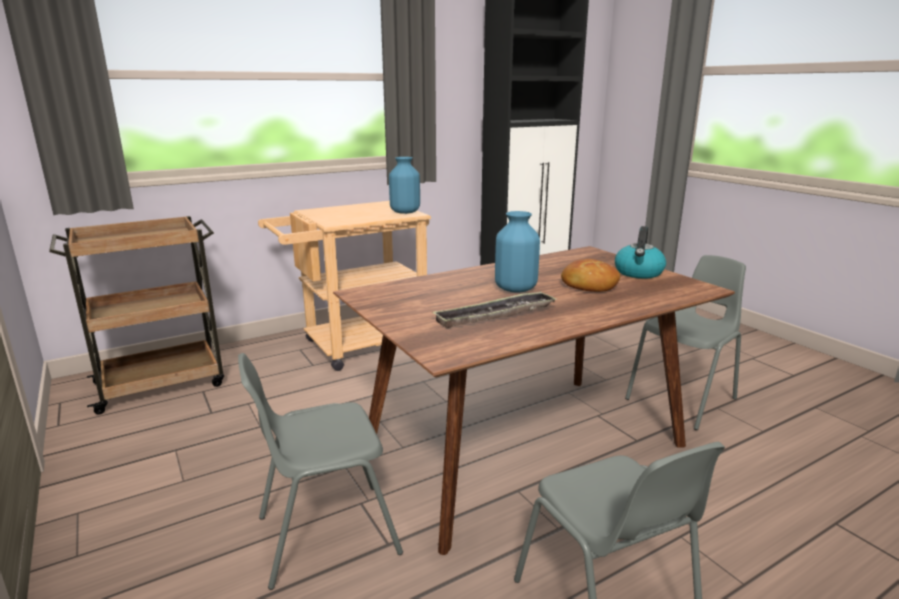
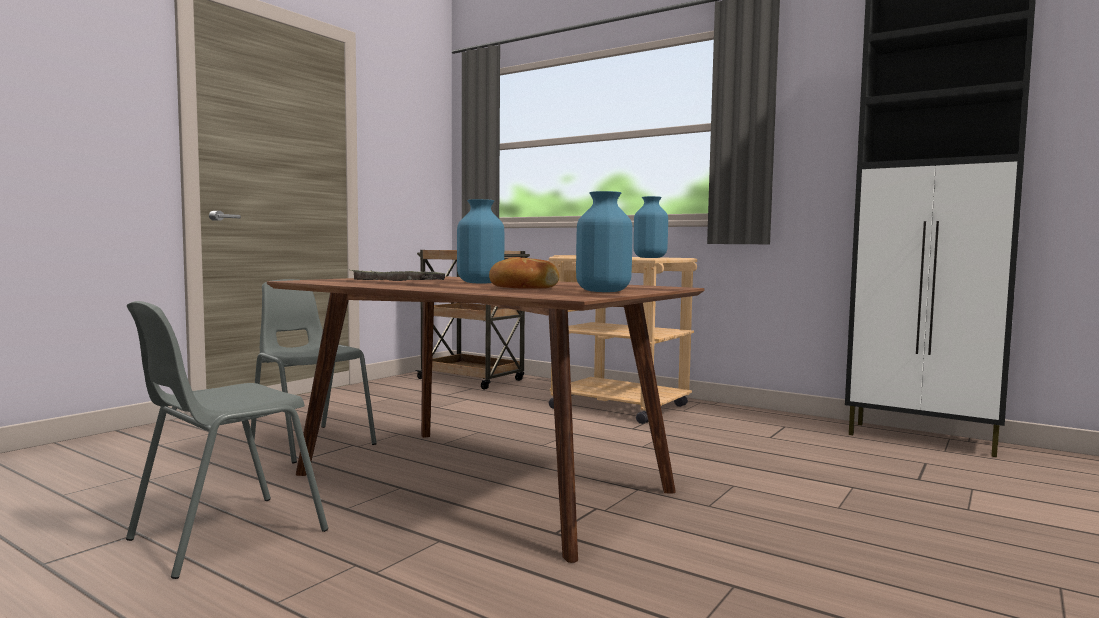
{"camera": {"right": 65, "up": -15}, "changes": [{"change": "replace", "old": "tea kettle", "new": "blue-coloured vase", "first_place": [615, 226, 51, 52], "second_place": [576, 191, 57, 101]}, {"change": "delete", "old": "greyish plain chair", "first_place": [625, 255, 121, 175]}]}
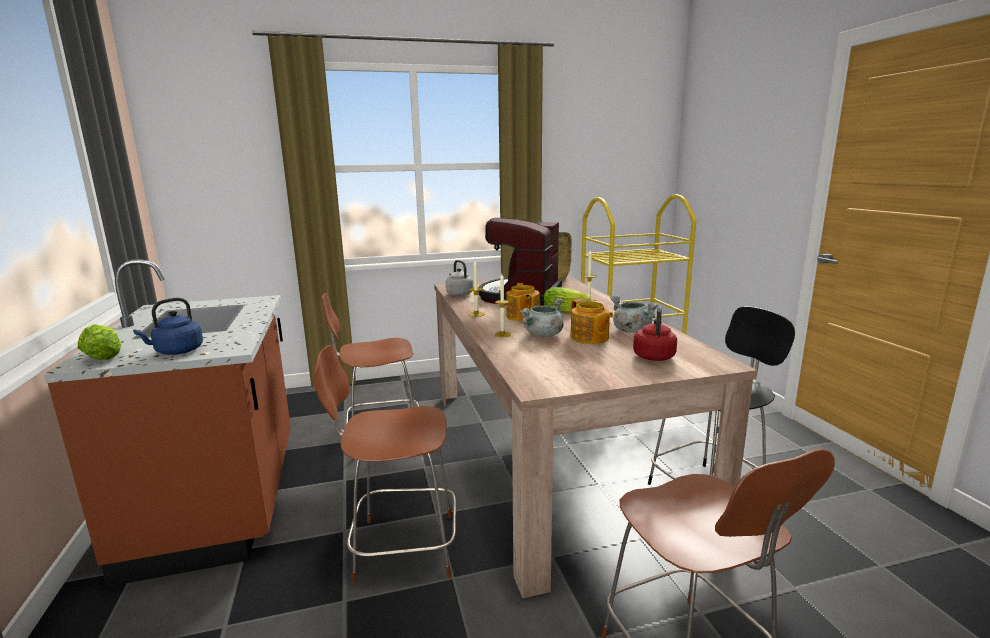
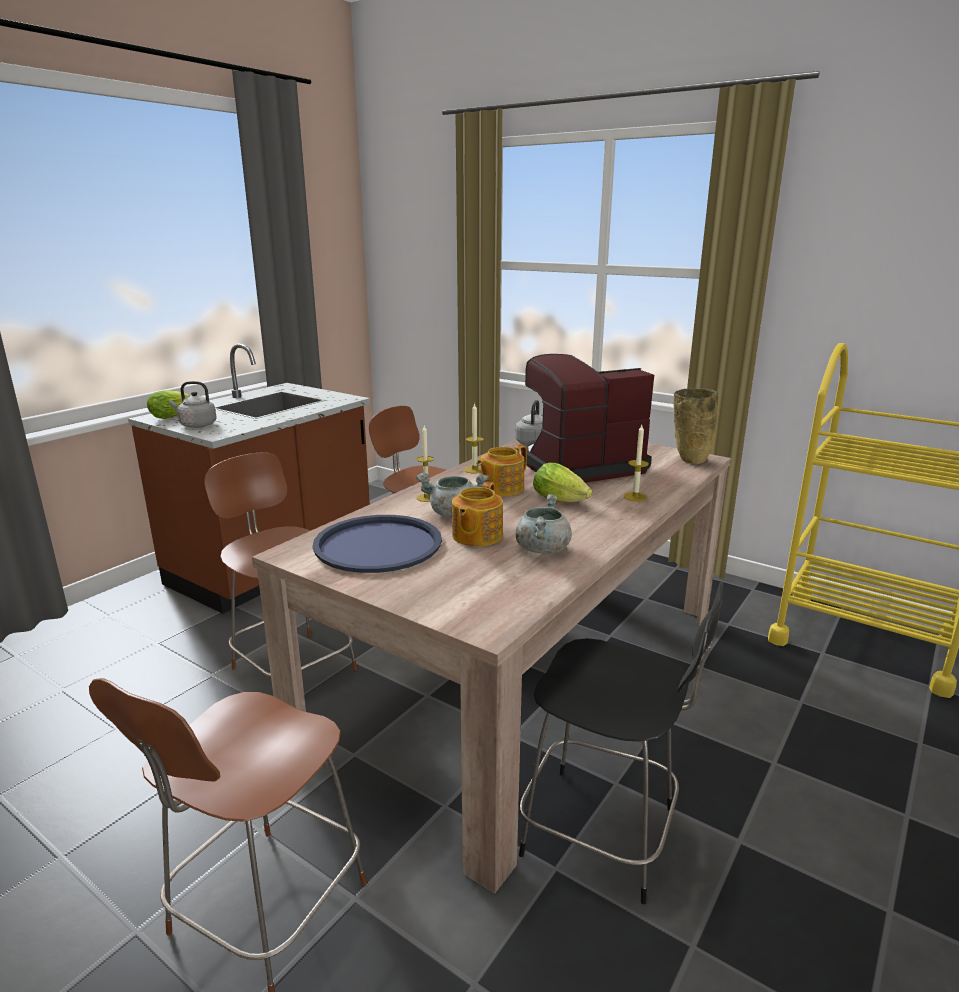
{"camera": {"right": 50, "up": 5}, "changes": [{"change": "recolor", "old": "blue-coloured tea kettle", "new": "greyish tea kettle", "first_place": [133, 298, 70, 57], "second_place": [169, 381, 48, 47]}, {"change": "delete", "old": "red tea kettle", "first_place": [633, 306, 44, 55]}, {"change": "insert", "new": "blue-coloured carrying tray", "second_place": [312, 515, 130, 58]}]}
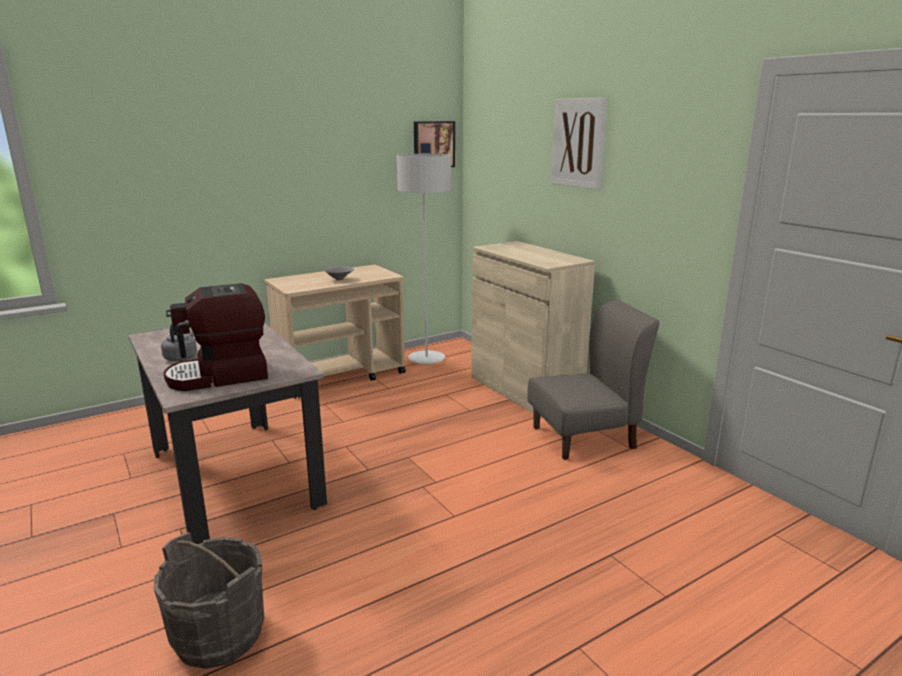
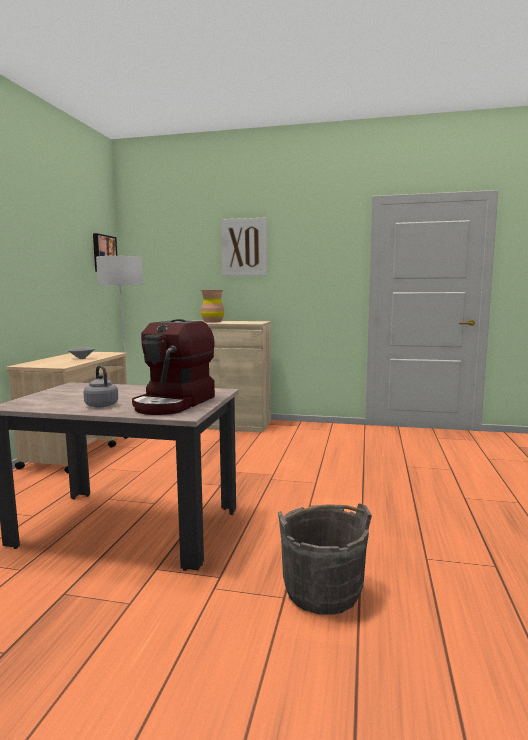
{"camera": {"right": -45, "up": -10}, "changes": [{"change": "delete", "old": "greyish plain chair", "first_place": [527, 300, 132, 160]}, {"change": "insert", "new": "brown-coloured vase", "second_place": [201, 290, 23, 33]}]}
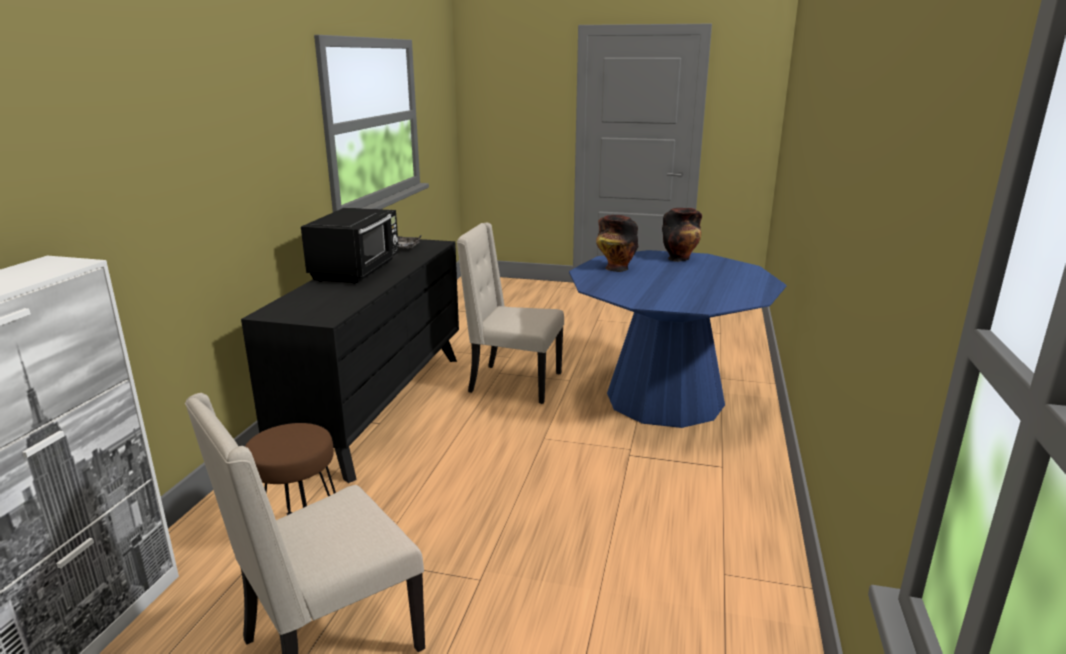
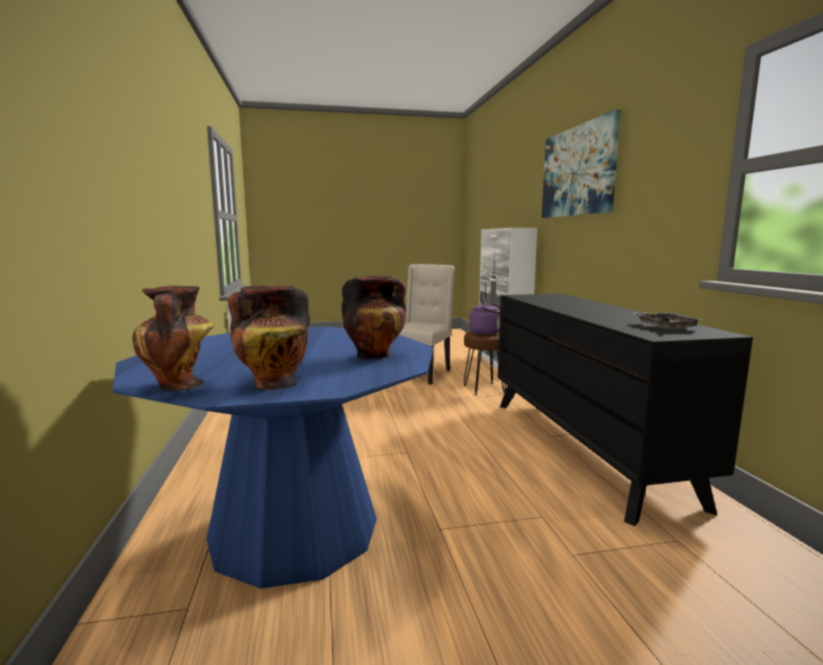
{"camera": {"right": 155, "up": -10}, "changes": [{"change": "delete", "old": "black kitchen microwave", "first_place": [301, 208, 98, 76]}, {"change": "delete", "old": "sand-coloured plain chair", "first_place": [457, 223, 107, 181]}, {"change": "insert", "new": "wall picture", "second_place": [542, 109, 79, 109]}, {"change": "insert", "new": "vase", "second_place": [132, 286, 82, 104]}, {"change": "insert", "new": "purple tea kettle", "second_place": [469, 303, 31, 32]}]}
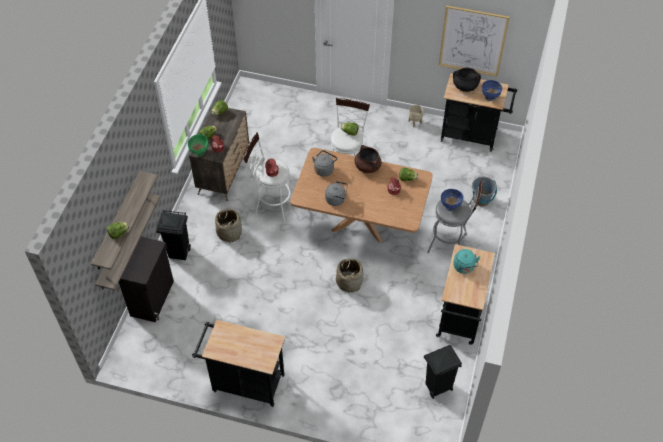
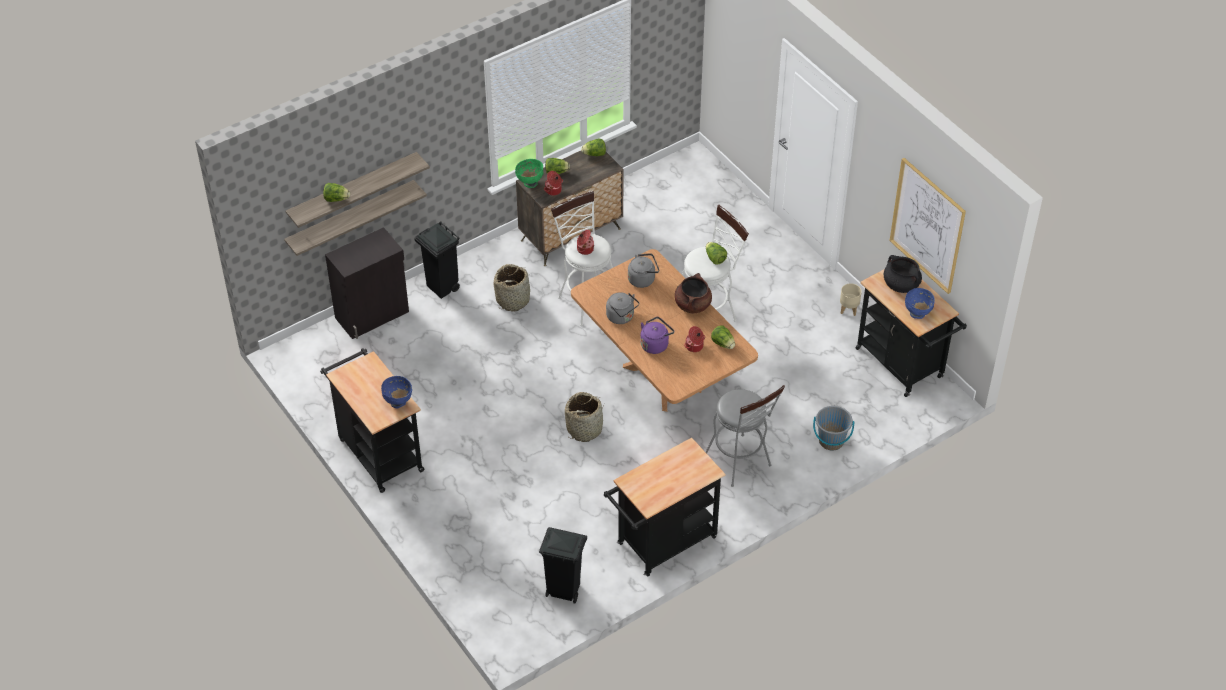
{"camera": {"right": 40, "up": -5}, "changes": [{"change": "move", "old": "blue-coloured deep dish", "first_place": [441, 189, 23, 22], "second_place": [381, 376, 31, 32]}, {"change": "delete", "old": "turquoise tea kettle", "first_place": [453, 249, 27, 25]}, {"change": "insert", "new": "purple tea kettle", "second_place": [640, 317, 34, 37]}]}
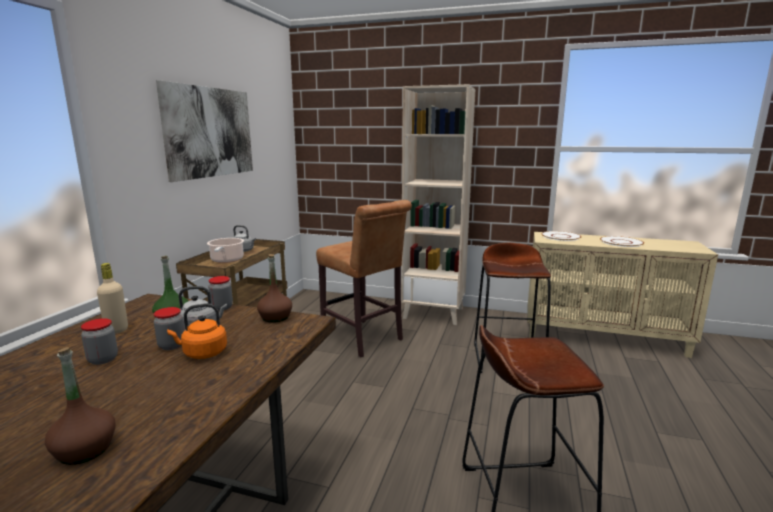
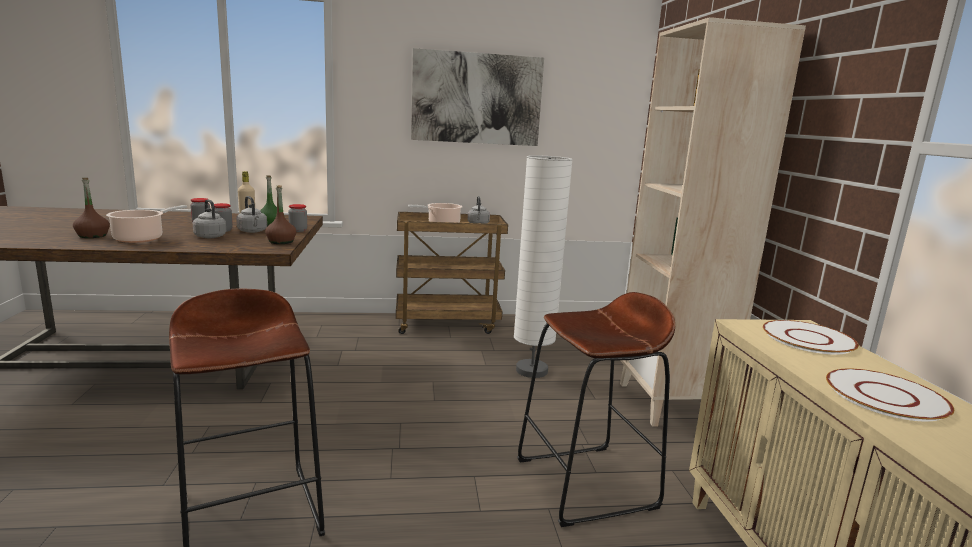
{"camera": {"right": 65, "up": 0}, "changes": [{"change": "replace", "old": "brown-coloured sitting stool", "new": "white-coloured floor lamp", "first_place": [316, 200, 96, 157], "second_place": [514, 155, 59, 223]}, {"change": "recolor", "old": "orange-coloured tea kettle", "new": "greyish tea kettle", "first_place": [167, 304, 60, 55], "second_place": [193, 199, 33, 39]}, {"change": "insert", "new": "stockpot", "second_place": [106, 205, 81, 38]}]}
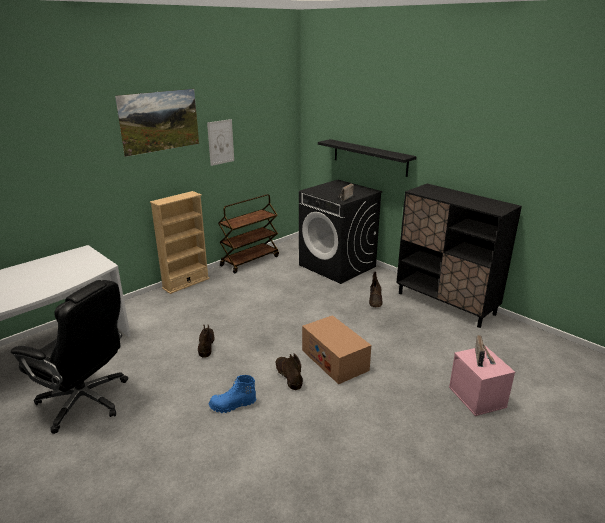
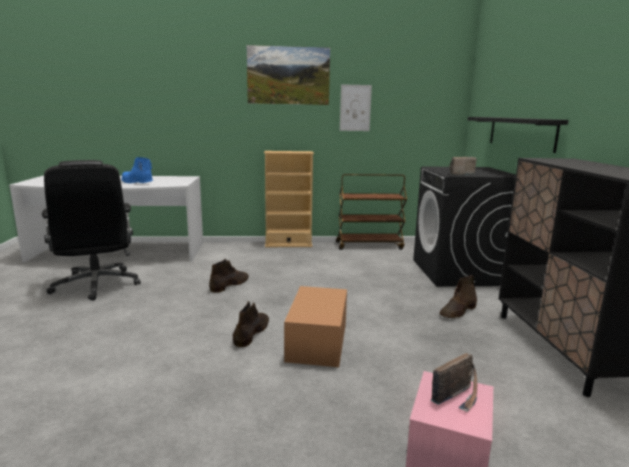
{"camera": {"right": 40, "up": -10}, "changes": [{"change": "move", "old": "blue-coloured tall boot", "first_place": [209, 375, 47, 38], "second_place": [121, 157, 32, 26]}]}
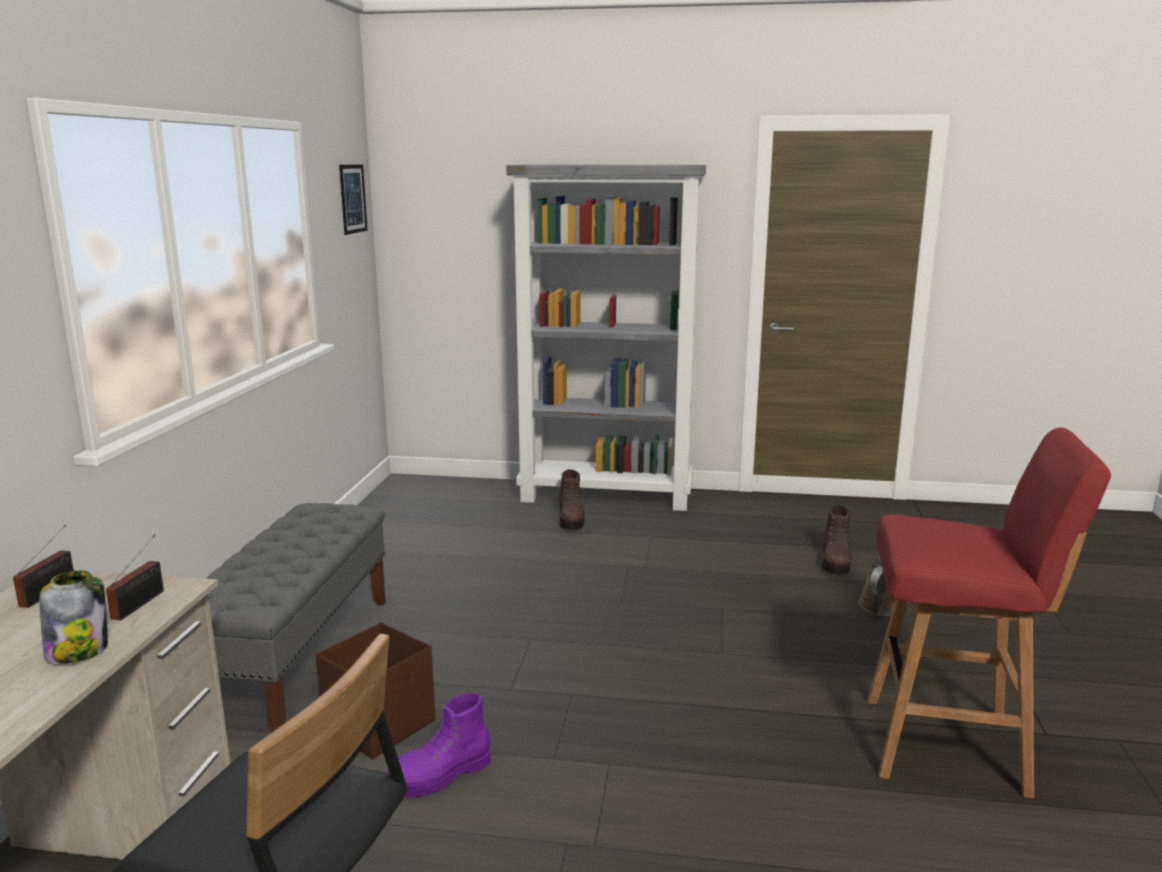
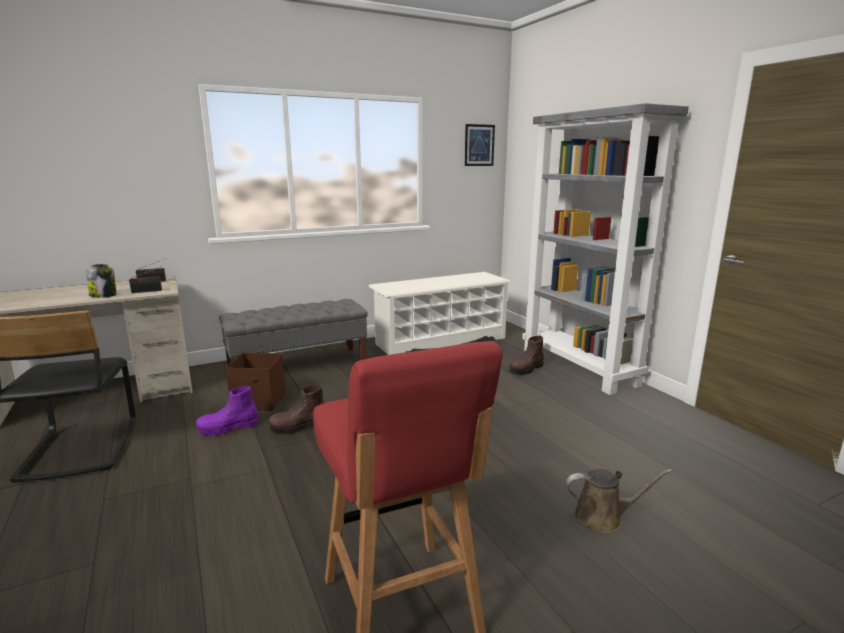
{"camera": {"right": 55, "up": 0}, "changes": [{"change": "move", "old": "brown-coloured tall boot", "first_place": [821, 505, 31, 69], "second_place": [268, 385, 56, 49]}, {"change": "rotate", "old": "purple tall boot", "first_place": [387, 693, 104, 104], "second_place": [196, 386, 63, 50], "degrees": -45}, {"change": "insert", "new": "white-coloured shoe stand", "second_place": [368, 272, 143, 83]}]}
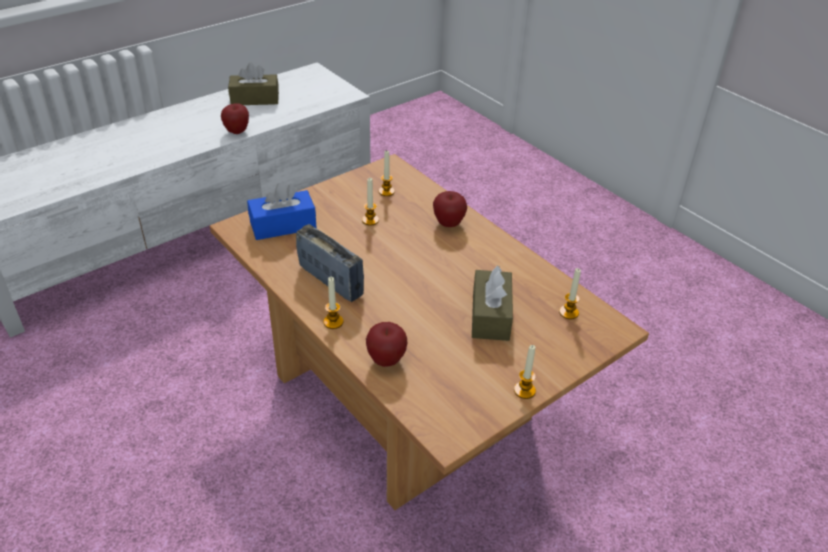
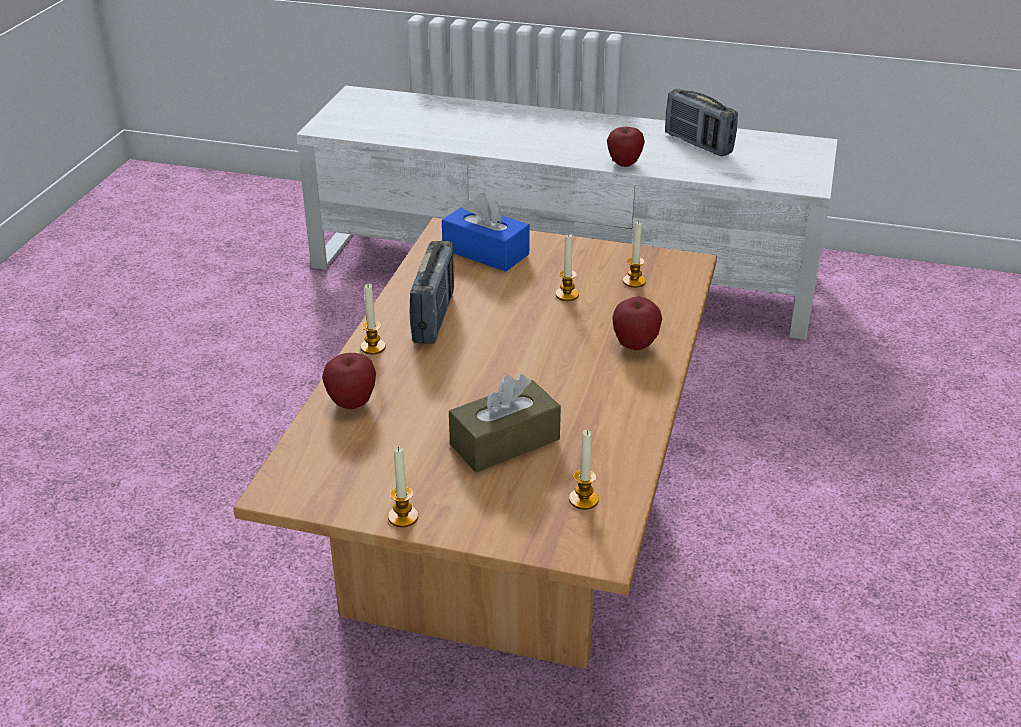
{"camera": {"right": 55, "up": -5}, "changes": [{"change": "replace", "old": "brown-coloured tissue holder", "new": "radio receiver", "first_place": [228, 62, 51, 43], "second_place": [665, 89, 73, 67]}]}
